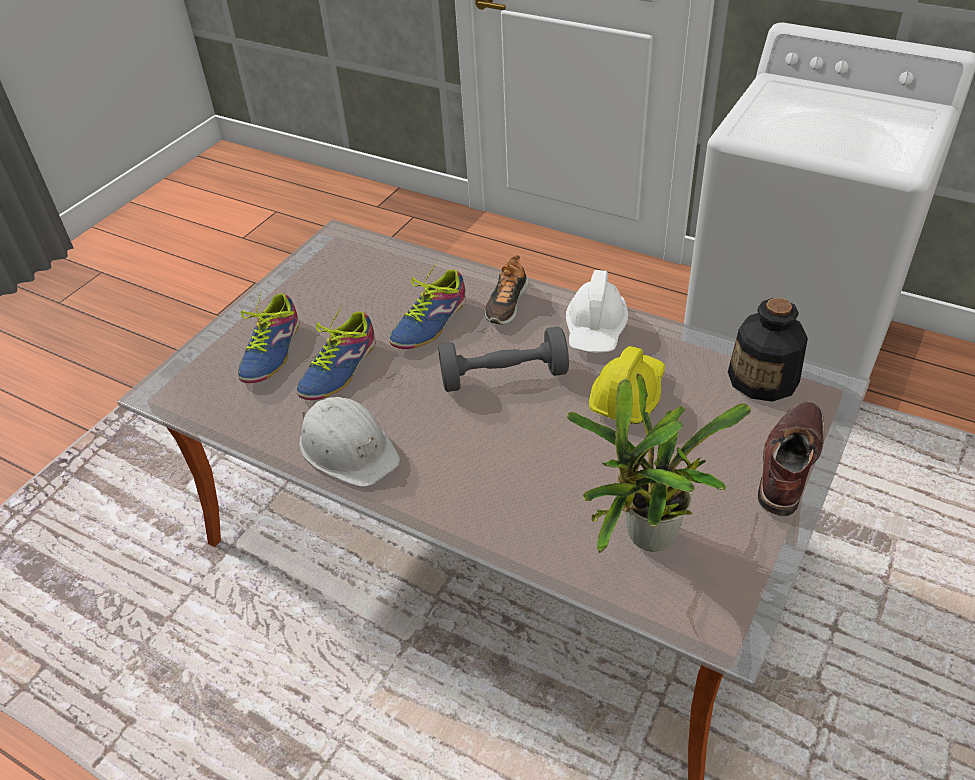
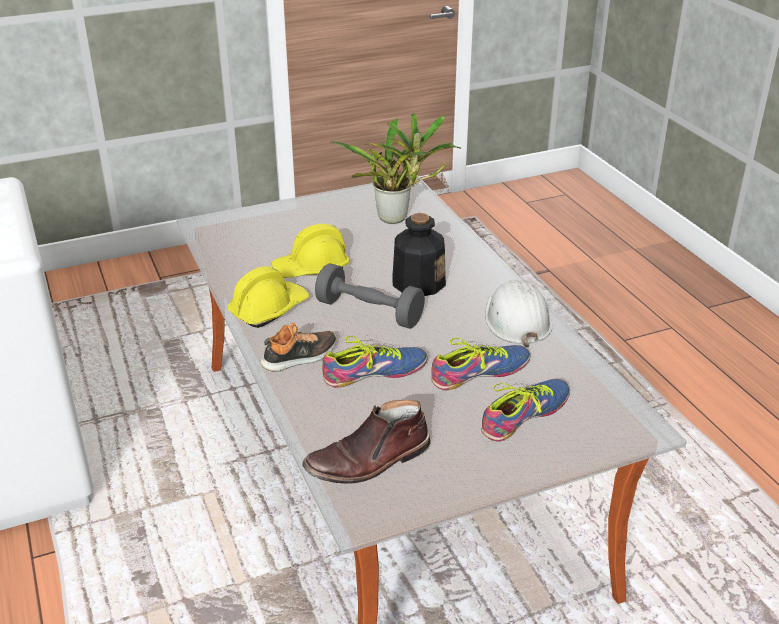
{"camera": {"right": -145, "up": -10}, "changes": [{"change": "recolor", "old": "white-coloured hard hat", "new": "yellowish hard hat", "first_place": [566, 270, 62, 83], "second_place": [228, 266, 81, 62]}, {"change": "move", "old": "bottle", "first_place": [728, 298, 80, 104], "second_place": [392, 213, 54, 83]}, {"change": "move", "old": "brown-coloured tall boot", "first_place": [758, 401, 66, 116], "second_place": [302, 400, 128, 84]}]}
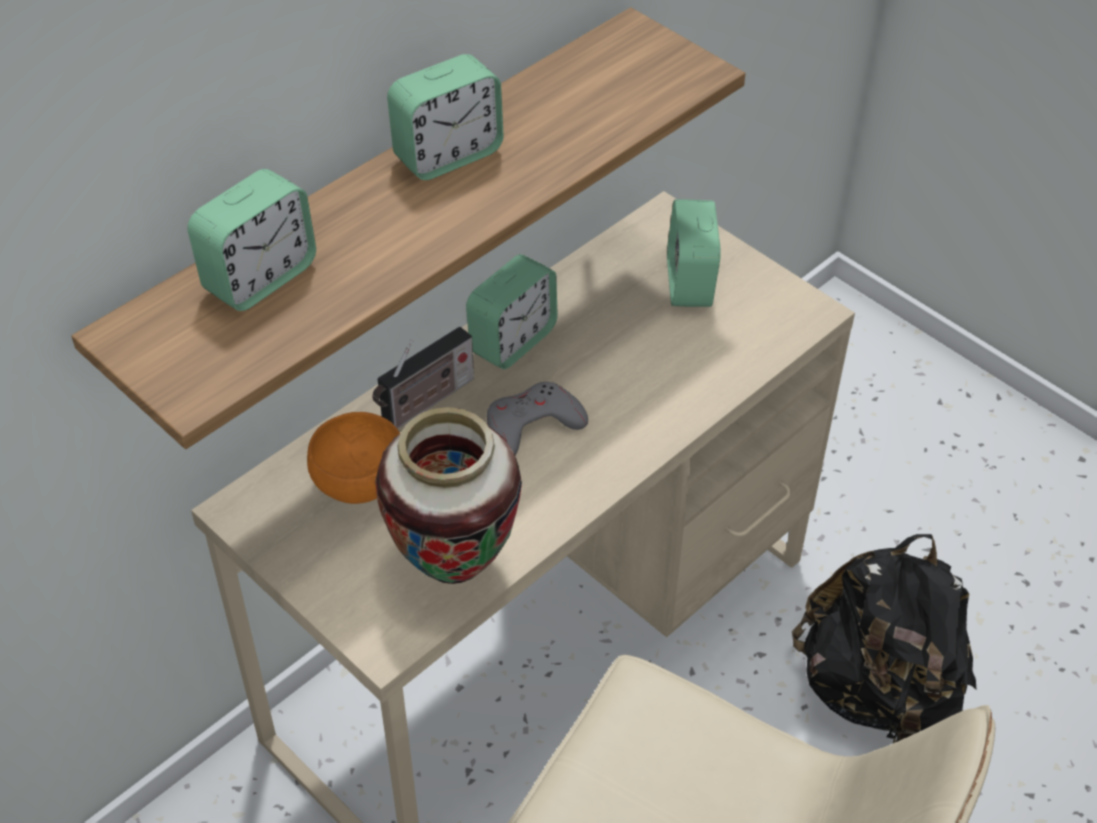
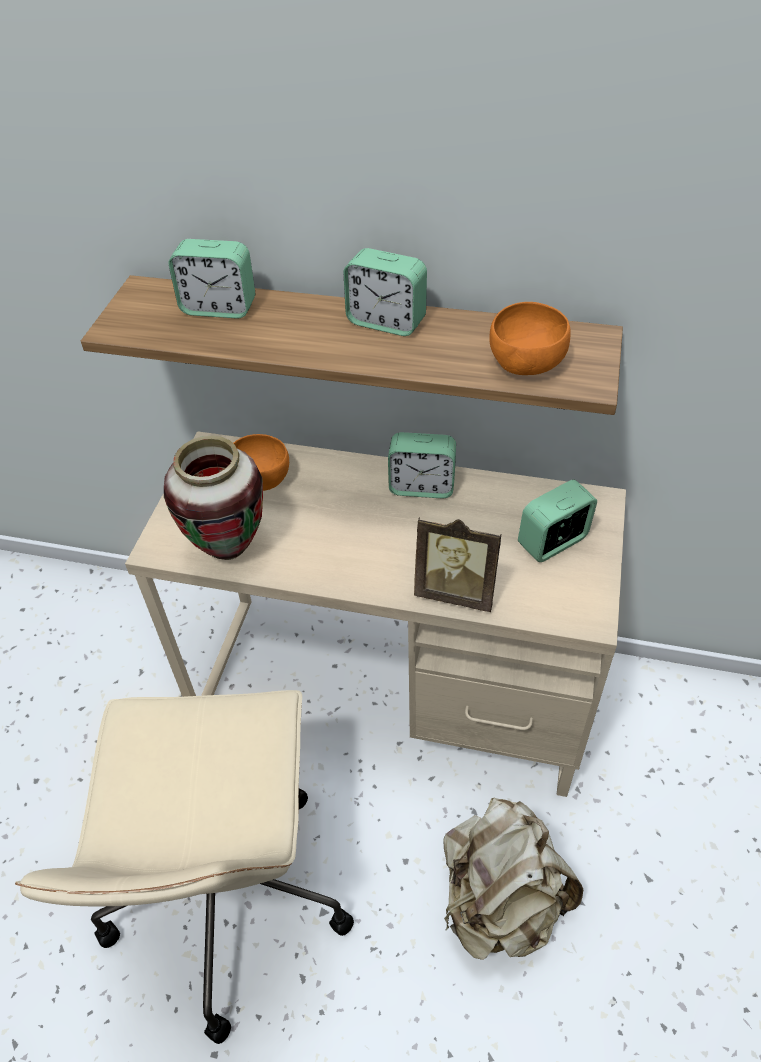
{"camera": {"right": 60, "up": 0}, "changes": [{"change": "delete", "old": "radio receiver", "first_place": [372, 327, 102, 102]}, {"change": "delete", "old": "greyish game controller", "first_place": [487, 382, 101, 73]}, {"change": "recolor", "old": "black rucksack", "new": "sand-coloured rucksack", "first_place": [792, 534, 184, 209], "second_place": [443, 797, 140, 163]}, {"change": "insert", "new": "orange-coloured deep dish", "second_place": [489, 302, 82, 73]}, {"change": "insert", "new": "photo frame", "second_place": [414, 517, 87, 95]}]}
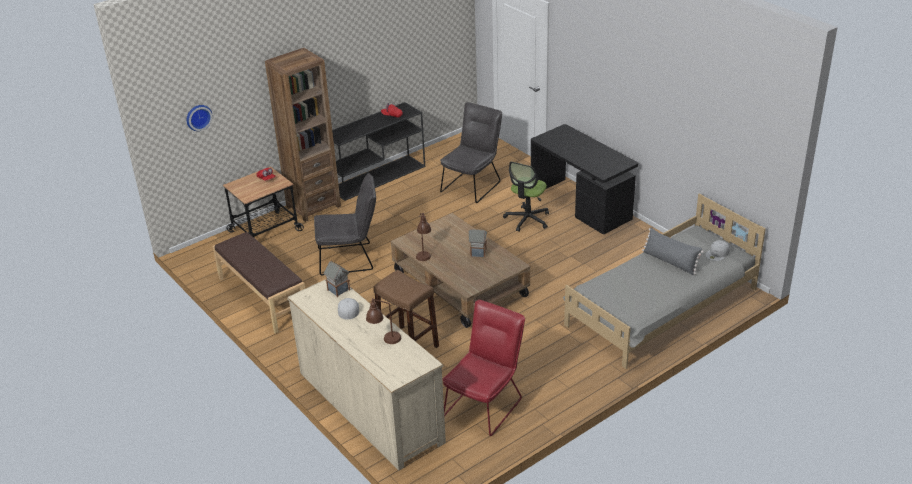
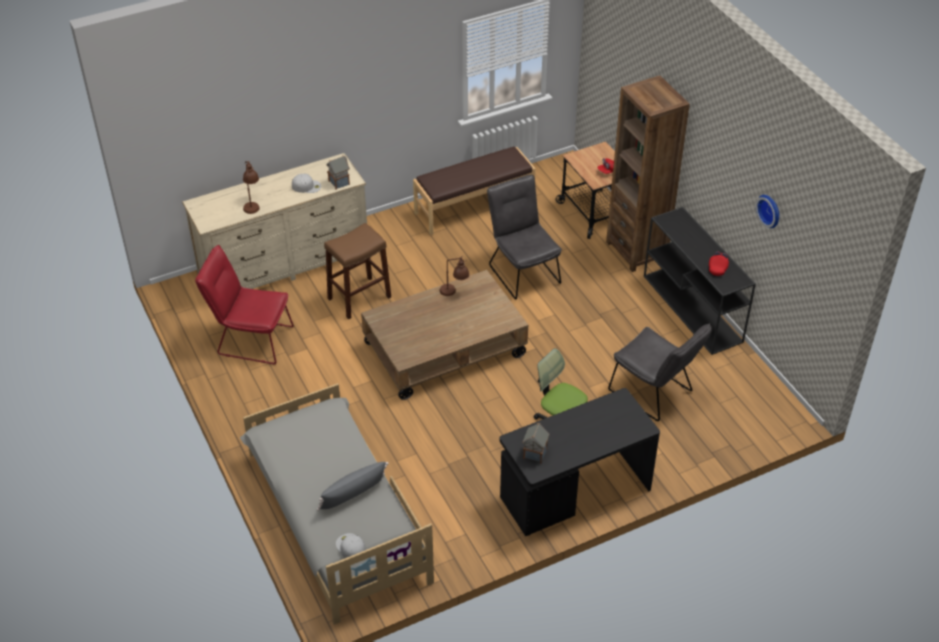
{"camera": {"right": 100, "up": 10}, "changes": [{"change": "move", "old": "hanging clock", "first_place": [187, 105, 26, 26], "second_place": [756, 195, 23, 33]}, {"change": "rotate", "old": "greyish plain chair", "first_place": [314, 173, 62, 102], "second_place": [487, 175, 75, 125], "degrees": 150}, {"change": "move", "old": "miniature house", "first_place": [469, 229, 18, 29], "second_place": [522, 423, 28, 40]}, {"change": "rotate", "old": "red plain chair", "first_place": [442, 300, 83, 136], "second_place": [195, 245, 99, 119], "degrees": 150}]}
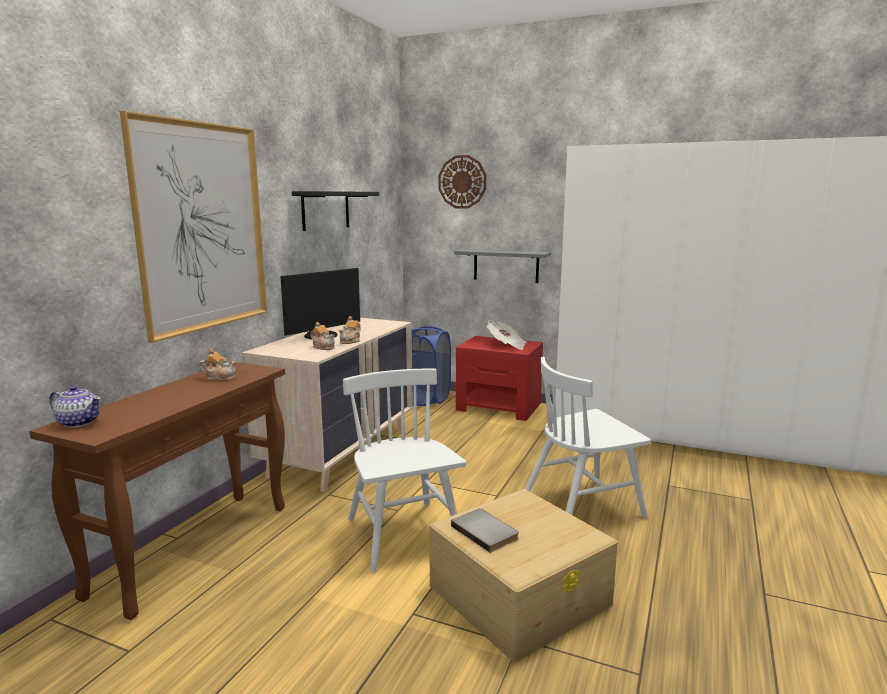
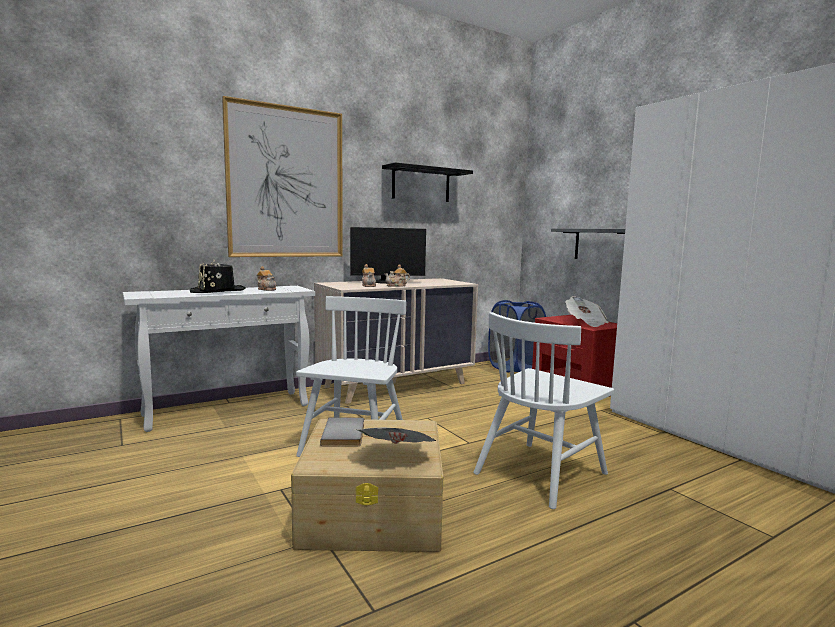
{"camera": {"right": 35, "up": -5}, "changes": [{"change": "delete", "old": "hanging clock", "first_place": [438, 155, 48, 54]}, {"change": "rotate", "old": "white-coloured plain chair", "first_place": [525, 357, 126, 161], "second_place": [474, 312, 140, 197], "degrees": -60}, {"change": "recolor", "old": "brown-coloured narrow table", "new": "white-coloured narrow table", "first_place": [29, 361, 256, 259], "second_place": [123, 286, 192, 146]}, {"change": "delete", "old": "pot for tea", "first_place": [49, 386, 52, 42]}, {"change": "insert", "new": "black wearable hat", "second_place": [190, 260, 56, 33]}, {"change": "insert", "new": "daily paper", "second_place": [355, 428, 81, 16]}]}
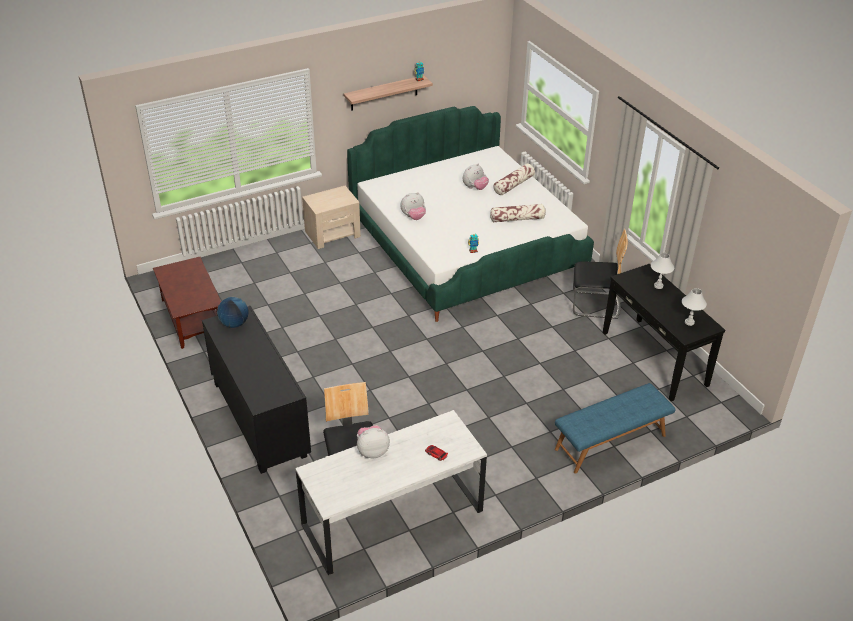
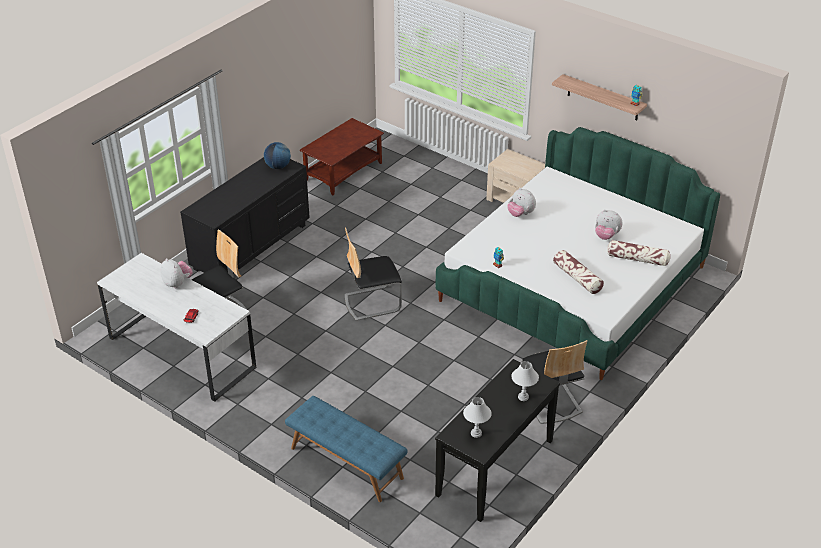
{"camera": {"right": 65, "up": 0}, "changes": [{"change": "insert", "new": "plain chair", "second_place": [345, 227, 57, 94]}]}
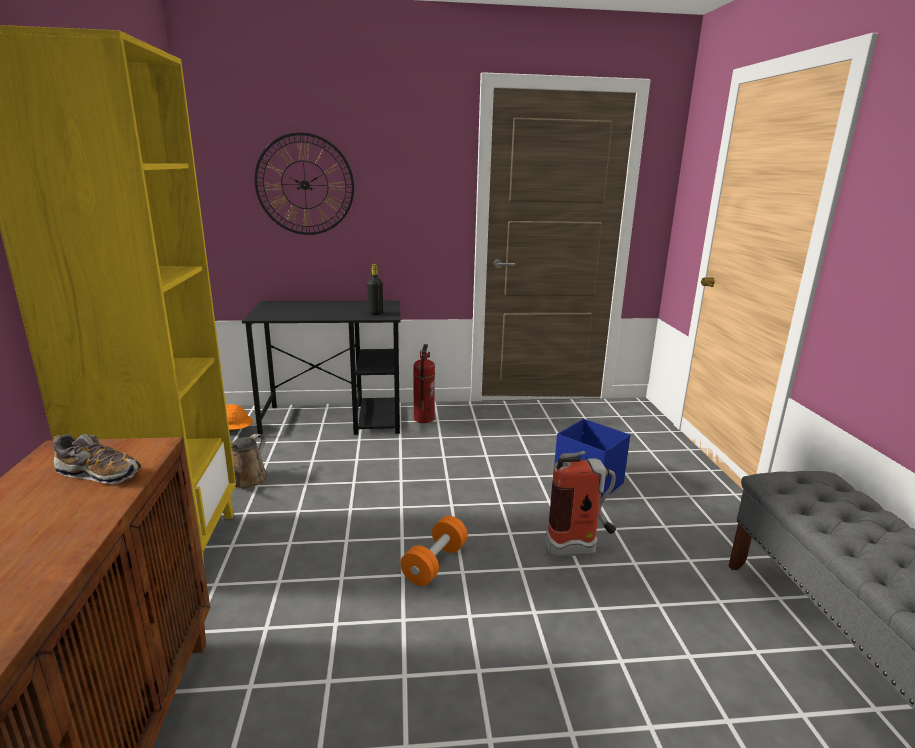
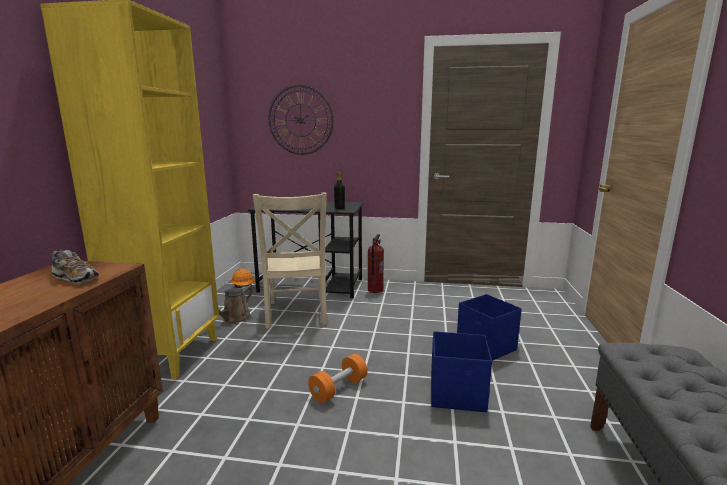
{"camera": {"right": 15, "up": -5}, "changes": [{"change": "replace", "old": "fire-fighting cylinder", "new": "blue-coloured storage bin", "first_place": [545, 451, 71, 106], "second_place": [431, 331, 61, 81]}, {"change": "insert", "new": "sand-coloured plain chair", "second_place": [253, 192, 74, 137]}]}
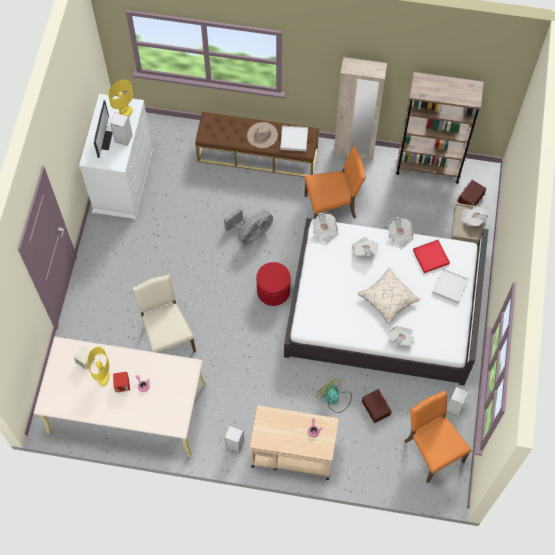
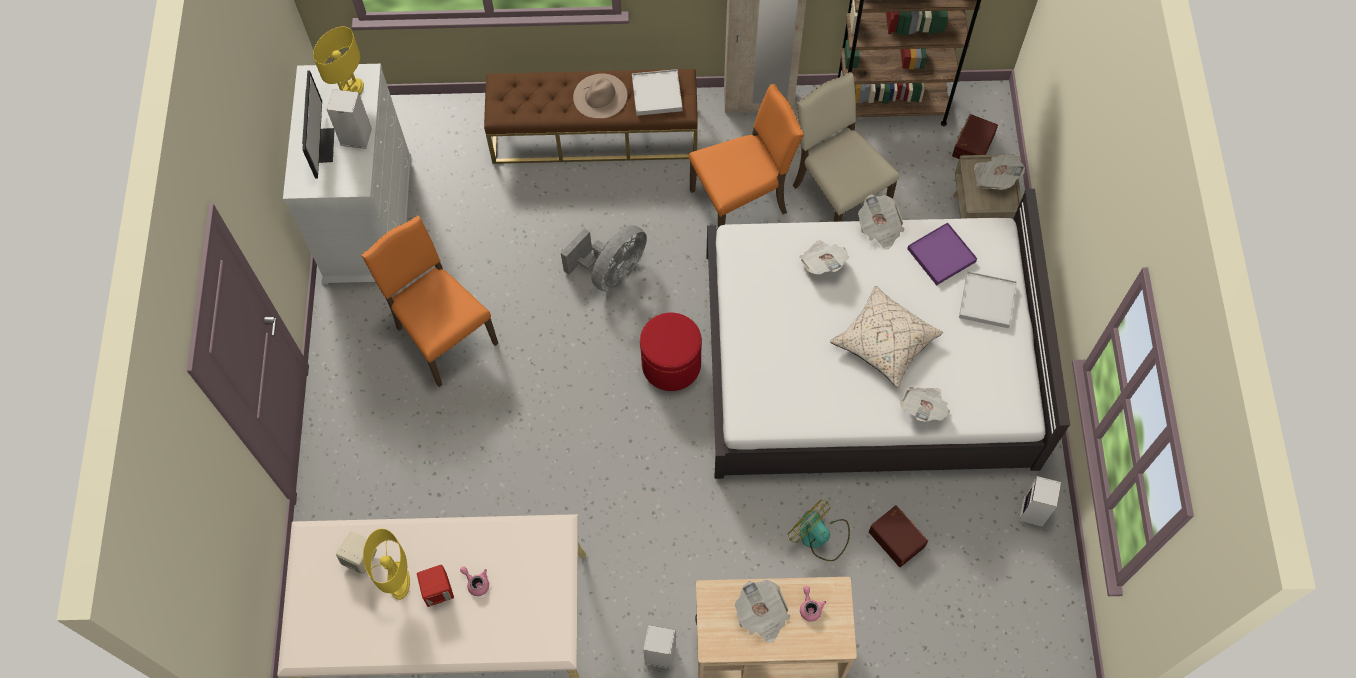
{"camera": {"right": -10, "up": 0}, "changes": [{"change": "move", "old": "daily paper", "first_place": [313, 213, 25, 31], "second_place": [735, 580, 55, 63]}, {"change": "recolor", "old": "red carrying tray", "new": "purple carrying tray", "first_place": [413, 240, 37, 33], "second_place": [907, 222, 70, 64]}, {"change": "move", "old": "sand-coloured plain chair", "first_place": [132, 274, 64, 79], "second_place": [793, 72, 106, 150]}, {"change": "move", "old": "orange-coloured plain chair", "first_place": [404, 390, 67, 93], "second_place": [361, 216, 137, 171]}]}
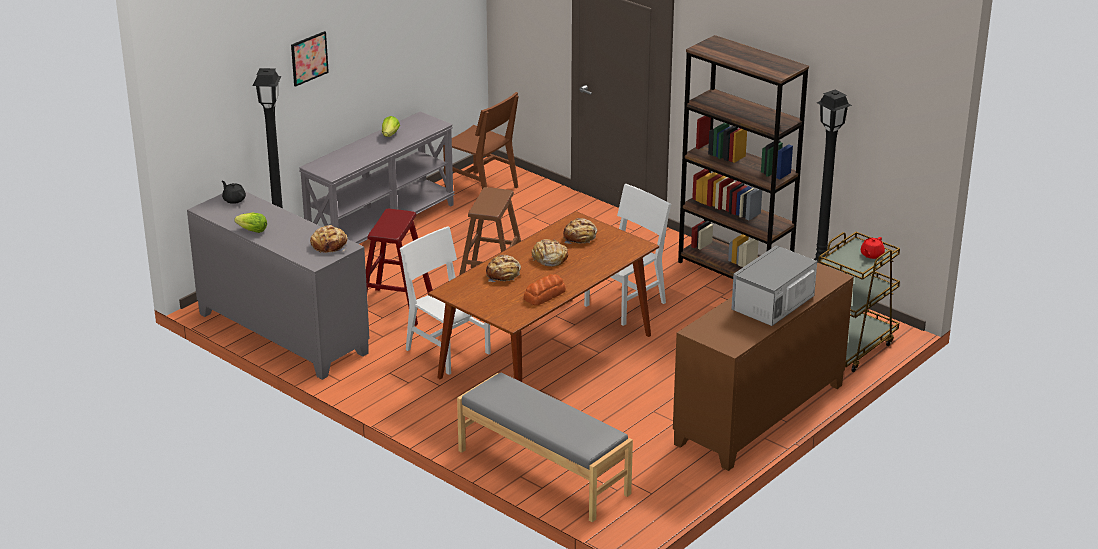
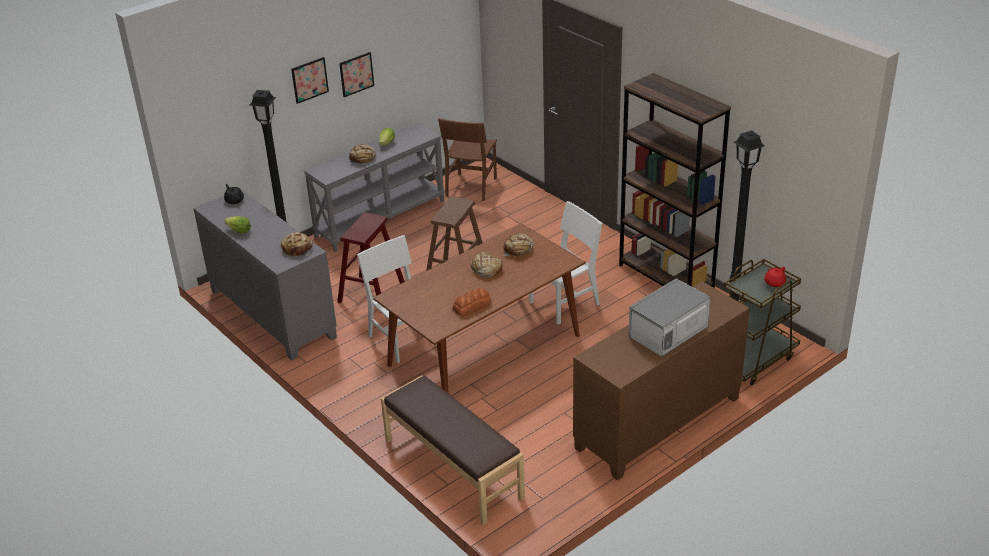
{"camera": {"right": 10, "up": 5}, "changes": [{"change": "rotate", "old": "brown-coloured plain chair", "first_place": [443, 92, 76, 97], "second_place": [438, 118, 59, 83], "degrees": 60}, {"change": "move", "old": "baked bread", "first_place": [486, 255, 35, 27], "second_place": [349, 144, 27, 20]}, {"change": "recolor", "old": "greyish indoor bench", "new": "brown-coloured indoor bench", "first_place": [457, 373, 176, 149], "second_place": [381, 375, 144, 150]}, {"change": "insert", "new": "wall picture", "second_place": [339, 52, 35, 45]}]}
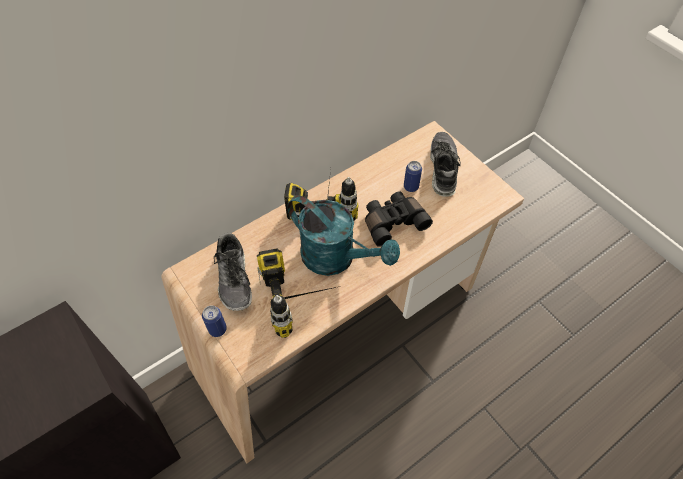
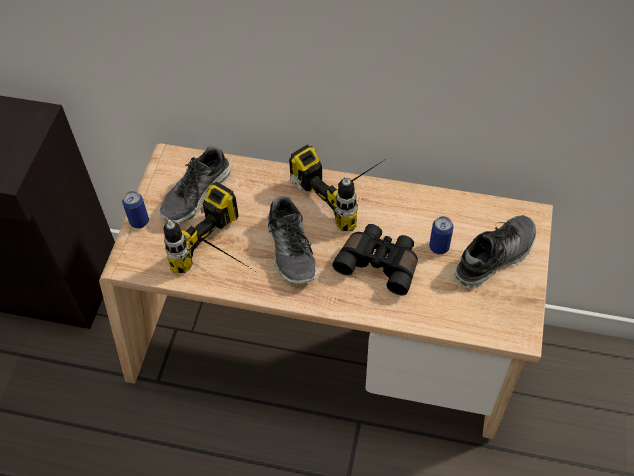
{"camera": {"right": 50, "up": 0}, "changes": [{"change": "replace", "old": "turquoise watering can", "new": "item of footwear", "first_place": [287, 195, 113, 81], "second_place": [268, 196, 49, 88]}]}
